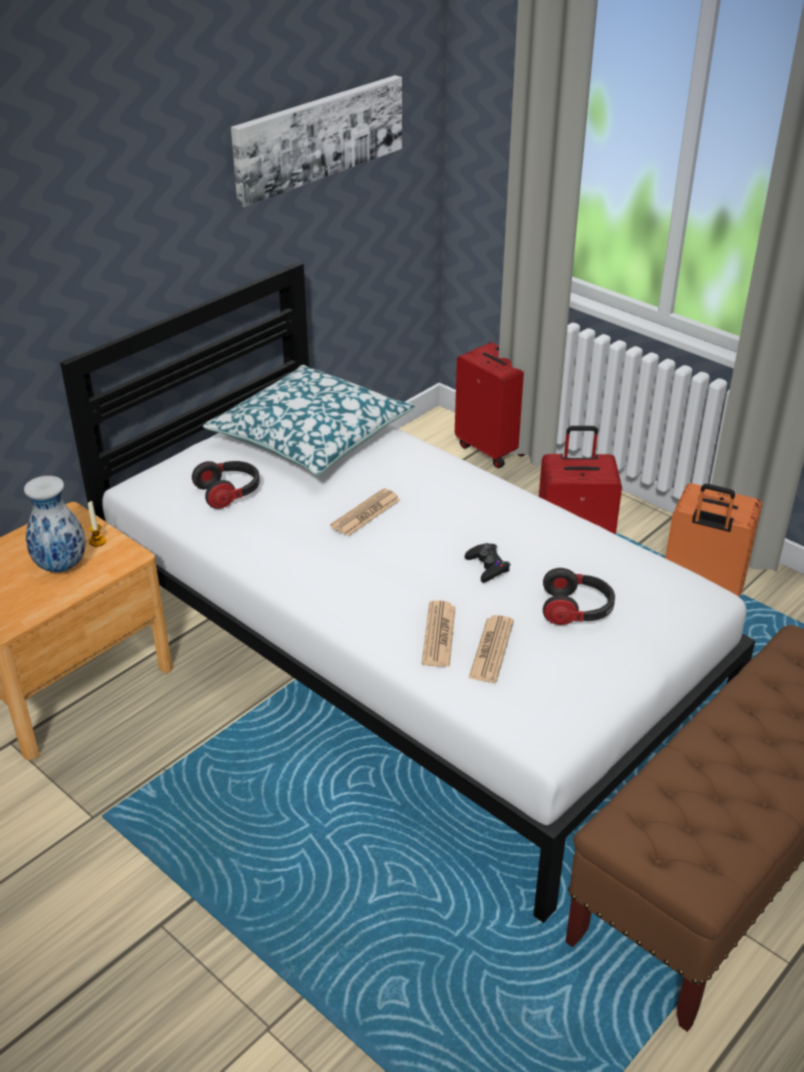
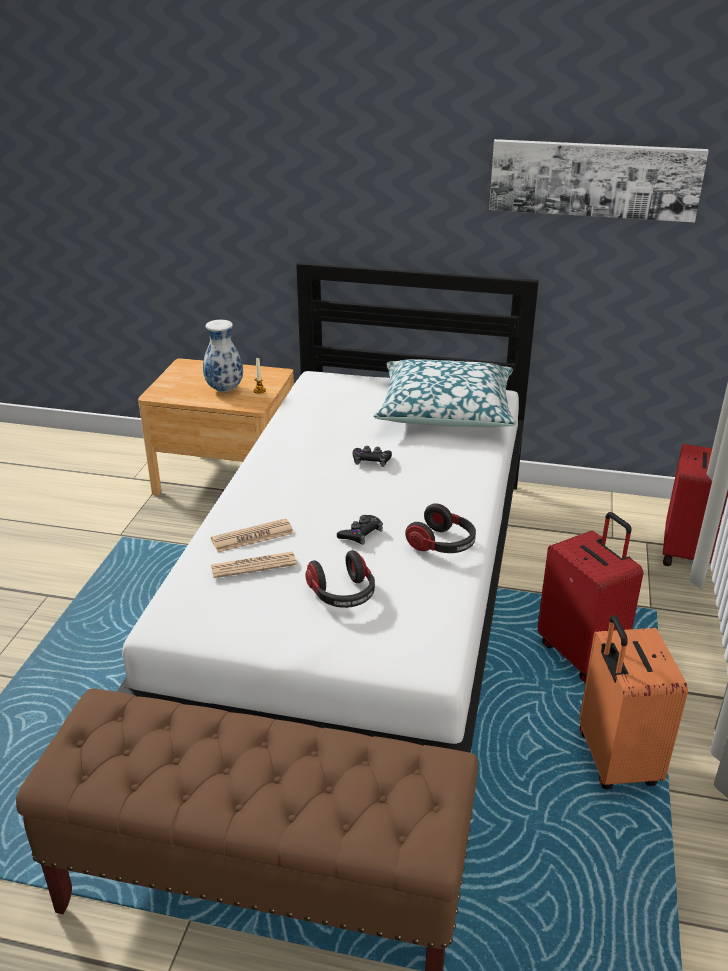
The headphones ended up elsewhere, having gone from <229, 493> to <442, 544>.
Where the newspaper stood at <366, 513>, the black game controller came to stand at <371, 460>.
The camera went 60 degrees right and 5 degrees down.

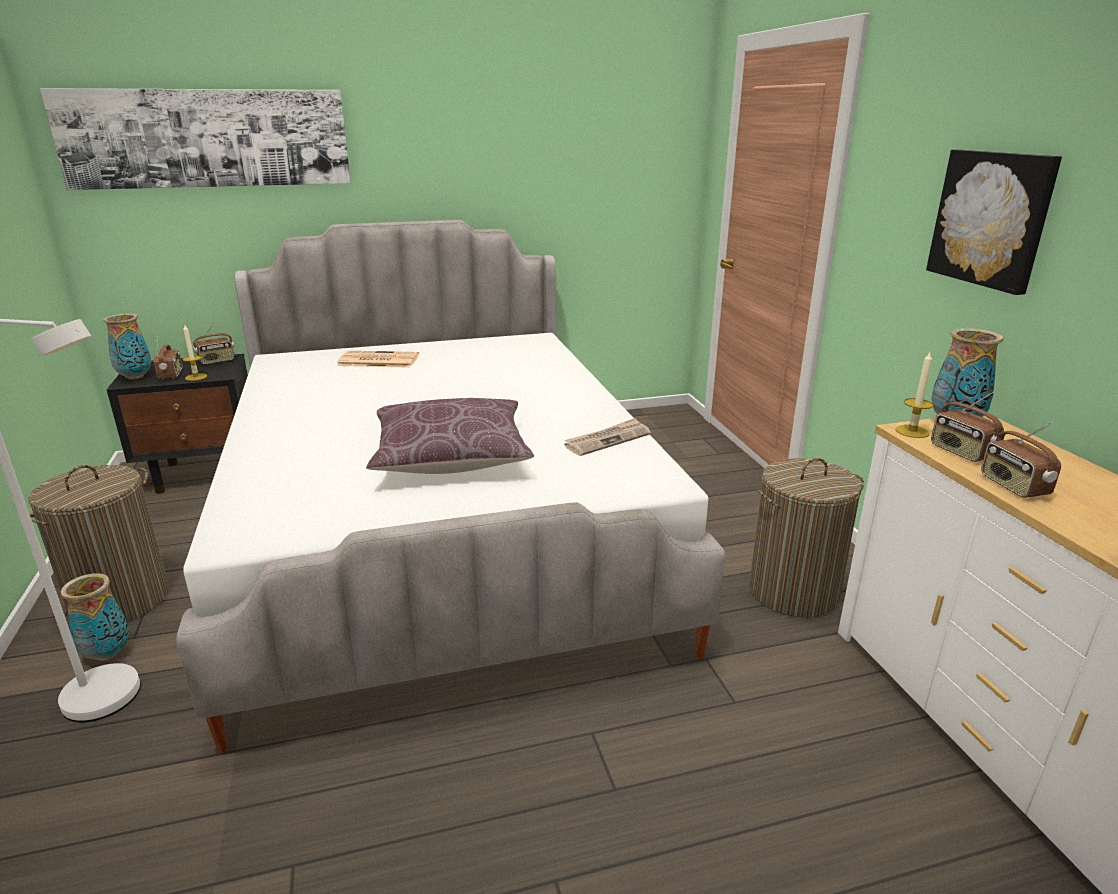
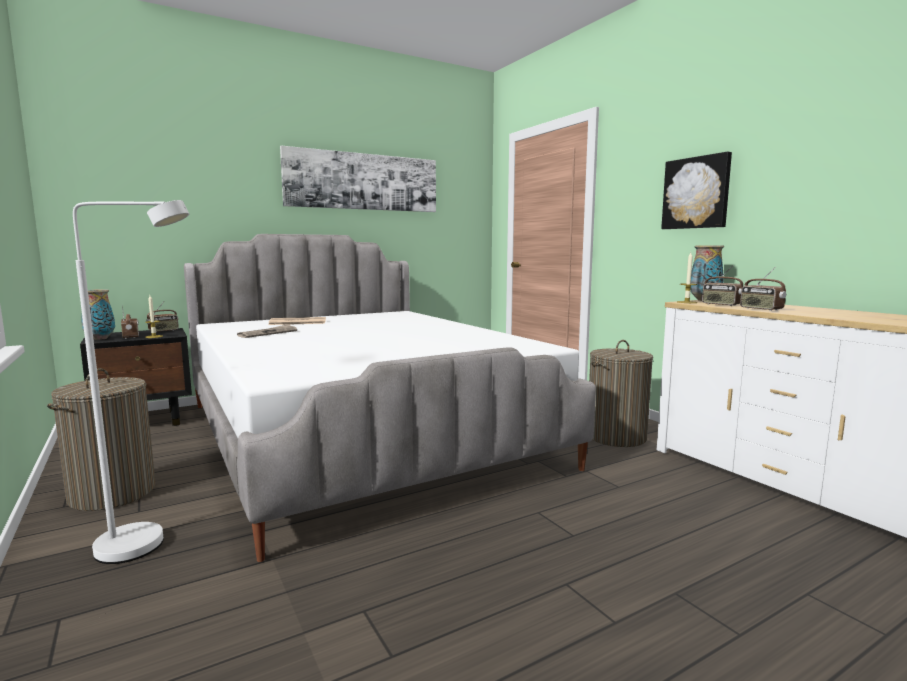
The picture ended up elsewhere, having gone from <207, 138> to <363, 182>.
The second view lost the vase at <107, 653>.
The second view lost the brown pillow at <451, 456>.
The newspaper ended up elsewhere, having gone from <607, 440> to <268, 333>.
The camera went 15 degrees left and 15 degrees down.

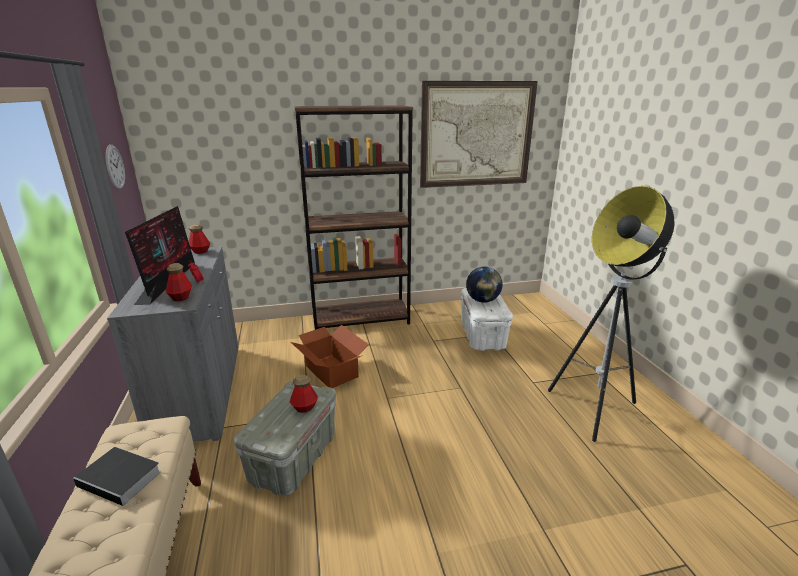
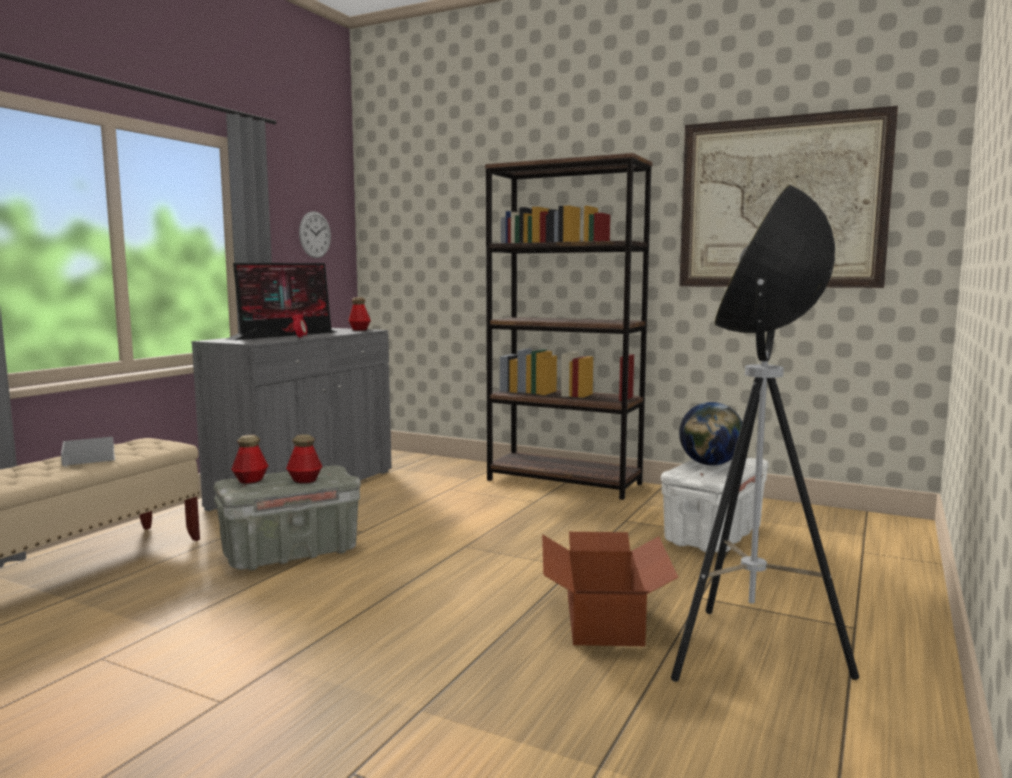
The bottle ended up elsewhere, having gone from <181, 297> to <250, 480>.
The cardboard box ended up elsewhere, having gone from <331, 370> to <605, 619>.
The camera went 40 degrees right and 15 degrees down.

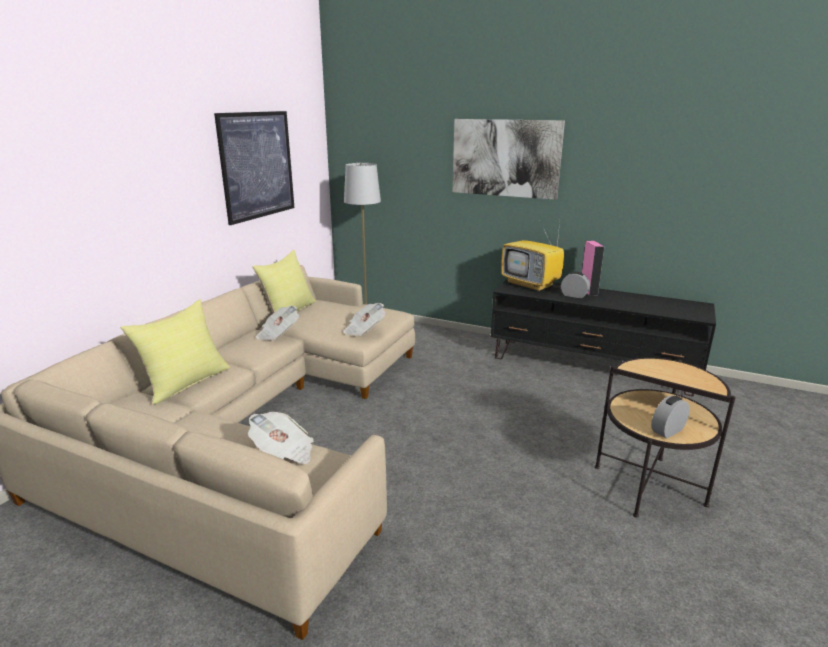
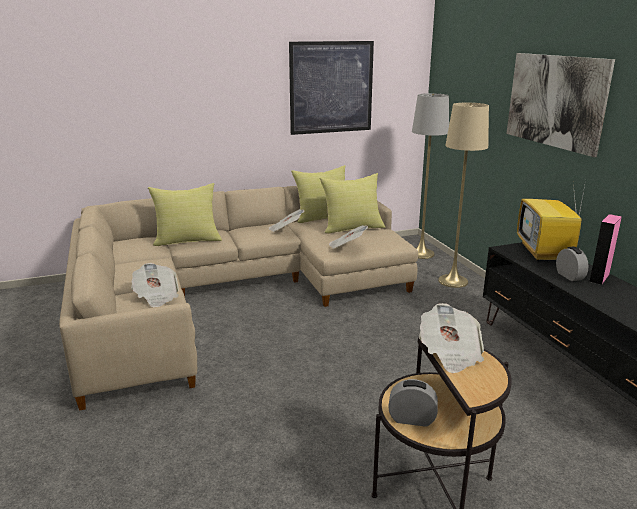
The second view gained the yellow pillow at <352, 228>.
The second view gained the newspaper at <450, 353>.
The second view gained the beige floor lamp at <453, 281>.
The camera went 45 degrees right and 0 degrees up.

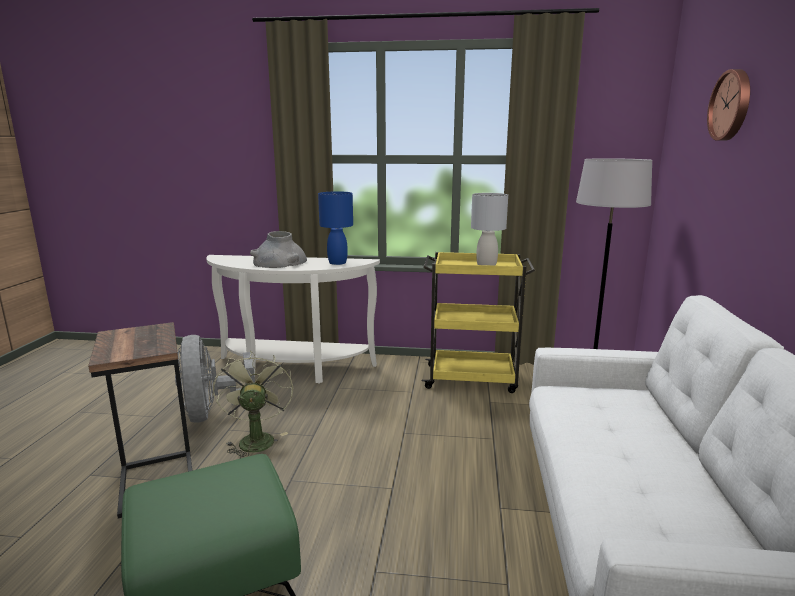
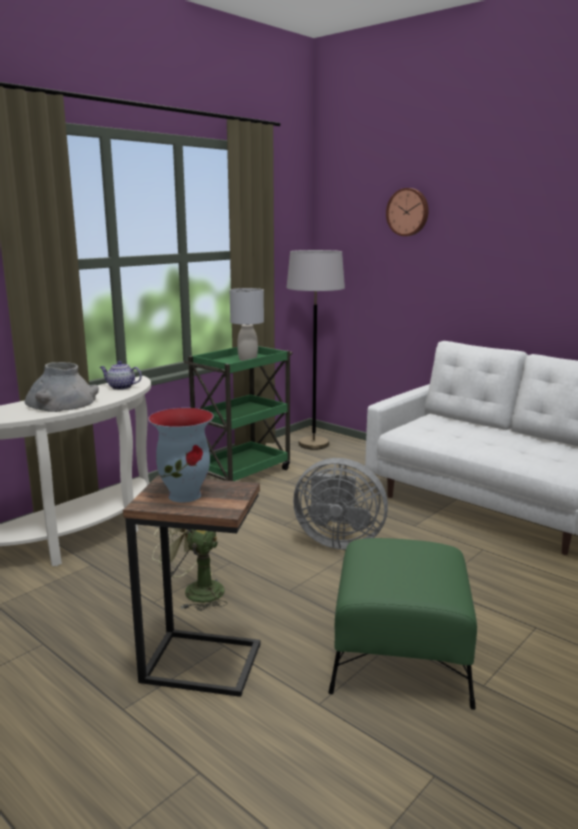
The grey fan ended up elsewhere, having gone from <212, 413> to <337, 540>.
Where the blue table lamp stood at <337, 263>, the teapot came to stand at <120, 387>.
What was the yellow cart at <472, 378> turned into the green cart at <242, 473>.
The second view gained the vase at <185, 495>.
The camera went 55 degrees left and 0 degrees up.

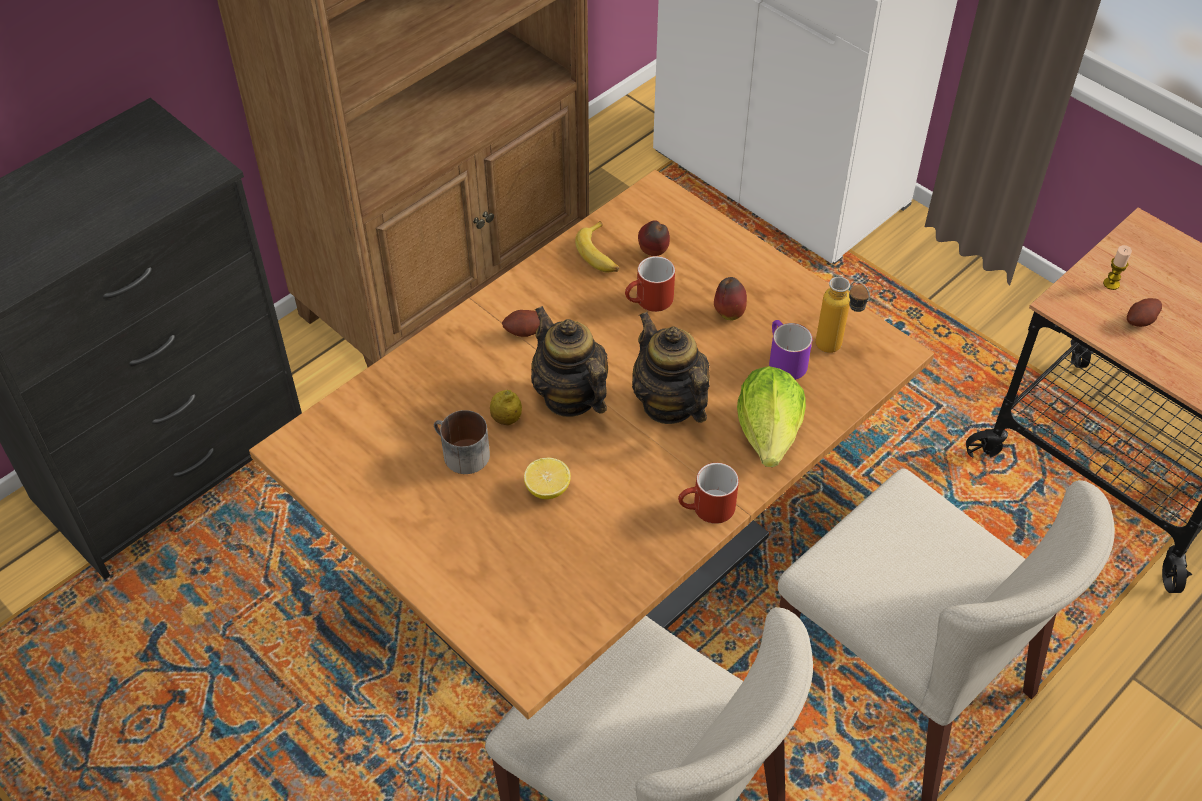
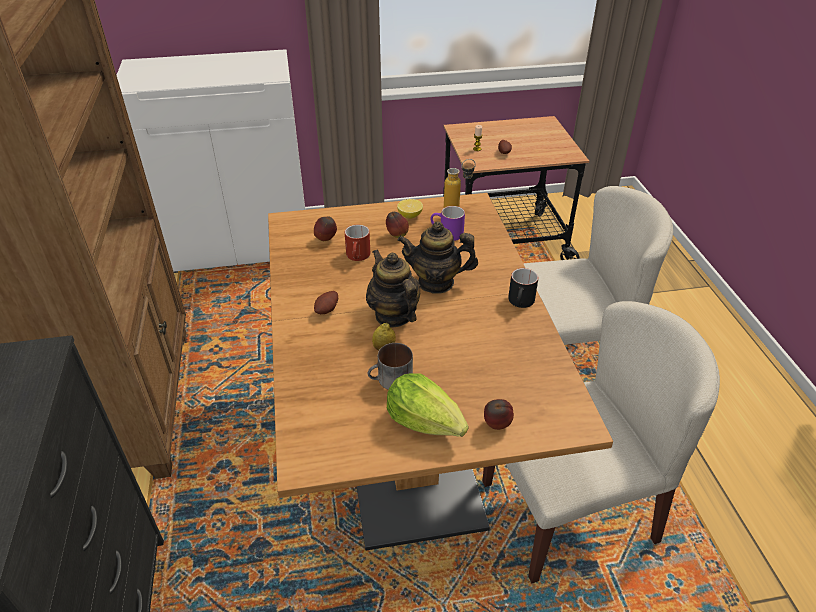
The lemon ended up elsewhere, having gone from <547, 489> to <410, 216>.
The teapot at <570, 396> ended up facing another way, 60 degrees clockwise from before.
The second view lost the banana at <600, 254>.
What was the red mug at <706, 510> turned into the black mug at <521, 303>.
The lettuce ended up elsewhere, having gone from <769, 433> to <425, 421>.
The second view gained the apple at <496, 425>.
The camera went 55 degrees left and 10 degrees down.

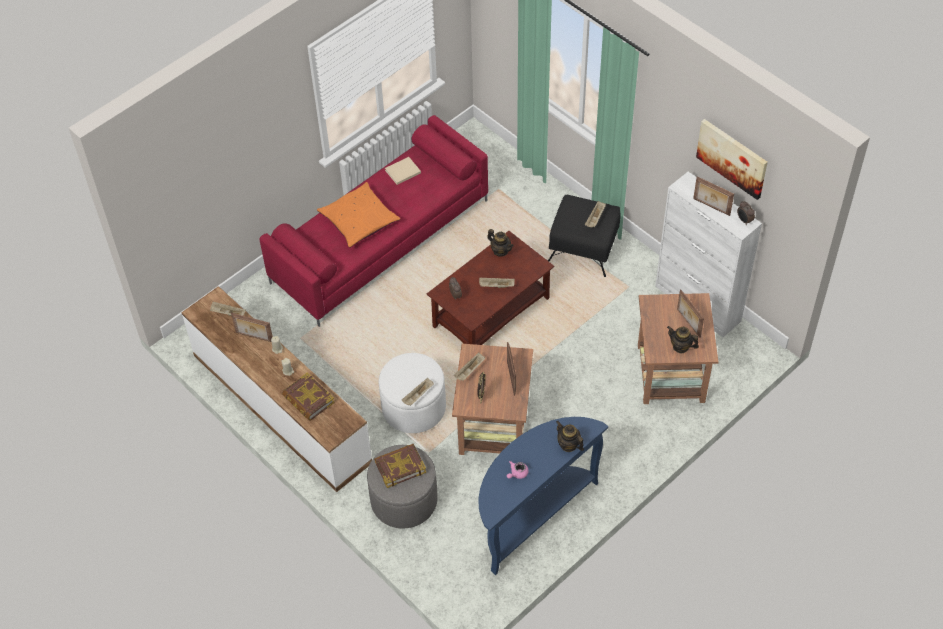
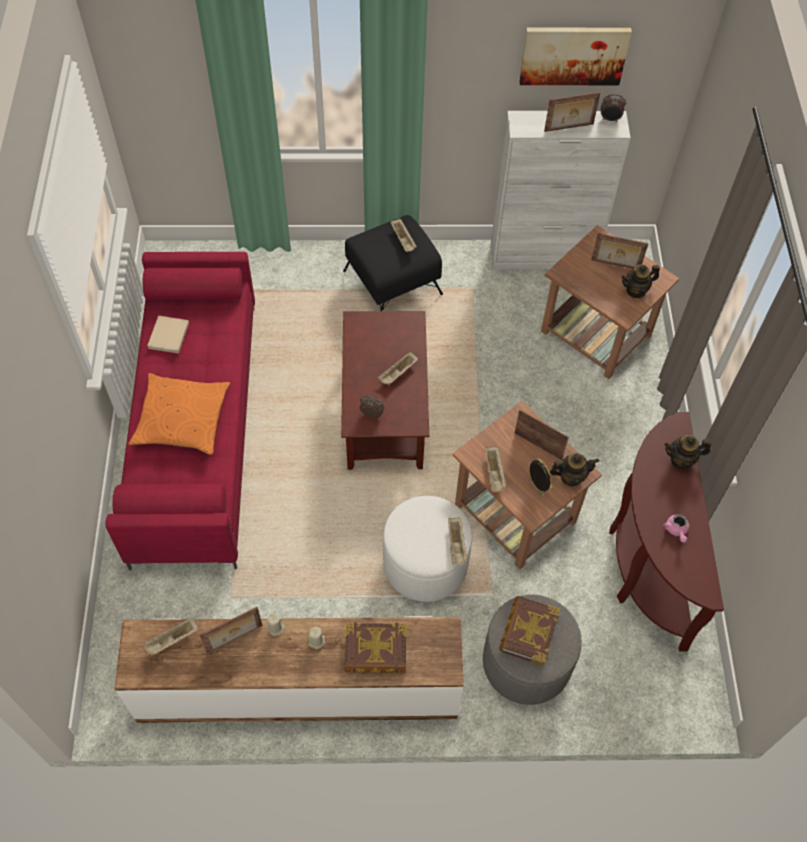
What was the blue console table at <532, 514> turned into the brown console table at <646, 563>.
The teapot ended up elsewhere, having gone from <500, 251> to <571, 477>.
The camera went 50 degrees left and 5 degrees up.

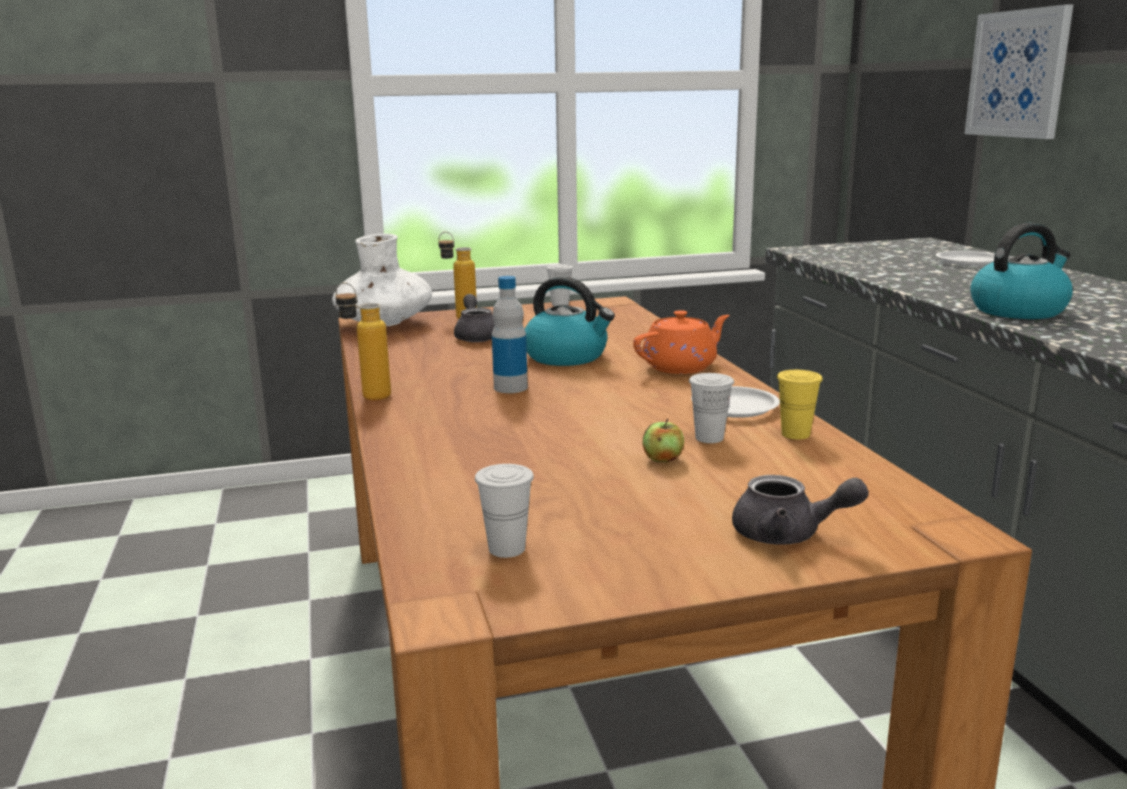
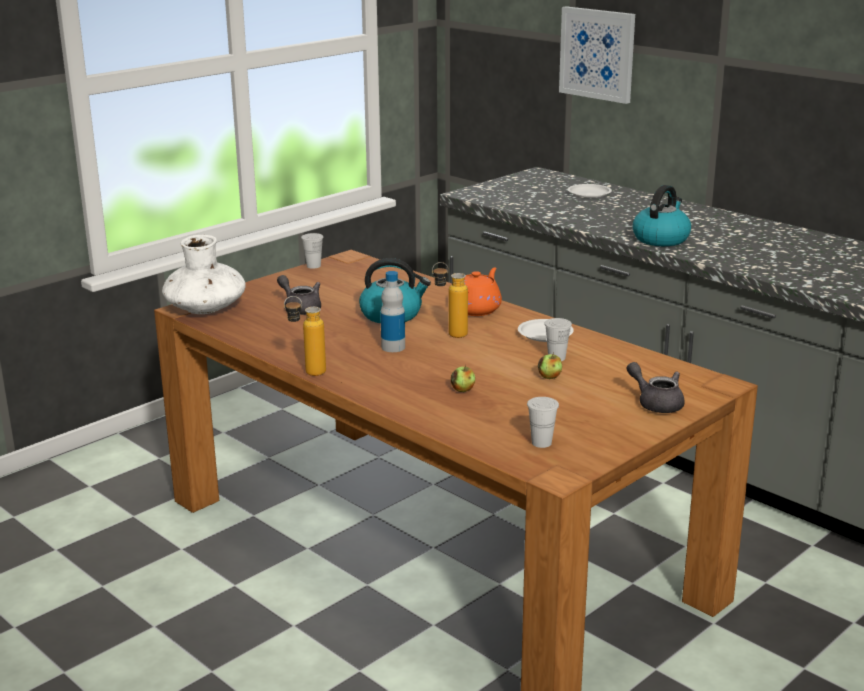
The bottle ended up elsewhere, having gone from <459, 317> to <450, 335>.
The grey teapot at <788, 535> ended up facing another way, 120 degrees counterclockwise from before.
The second view lost the yellow cup at <795, 434>.
The second view gained the apple at <463, 389>.
The camera went 30 degrees left and 5 degrees up.

